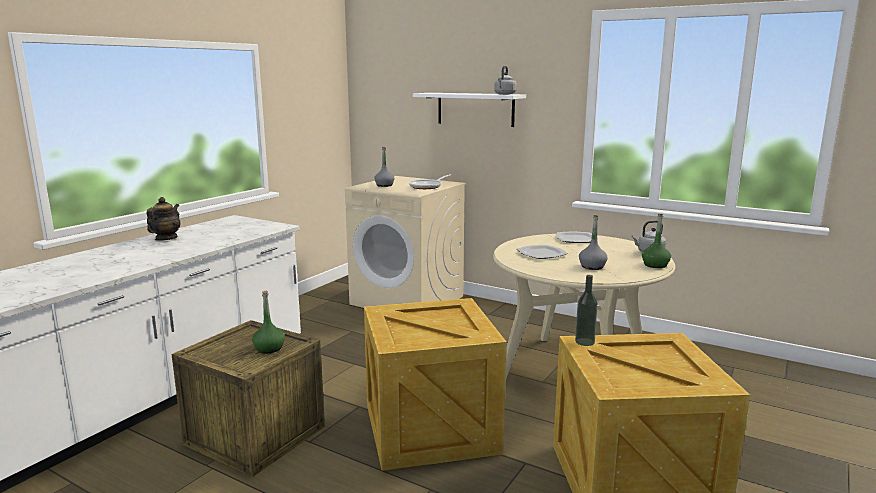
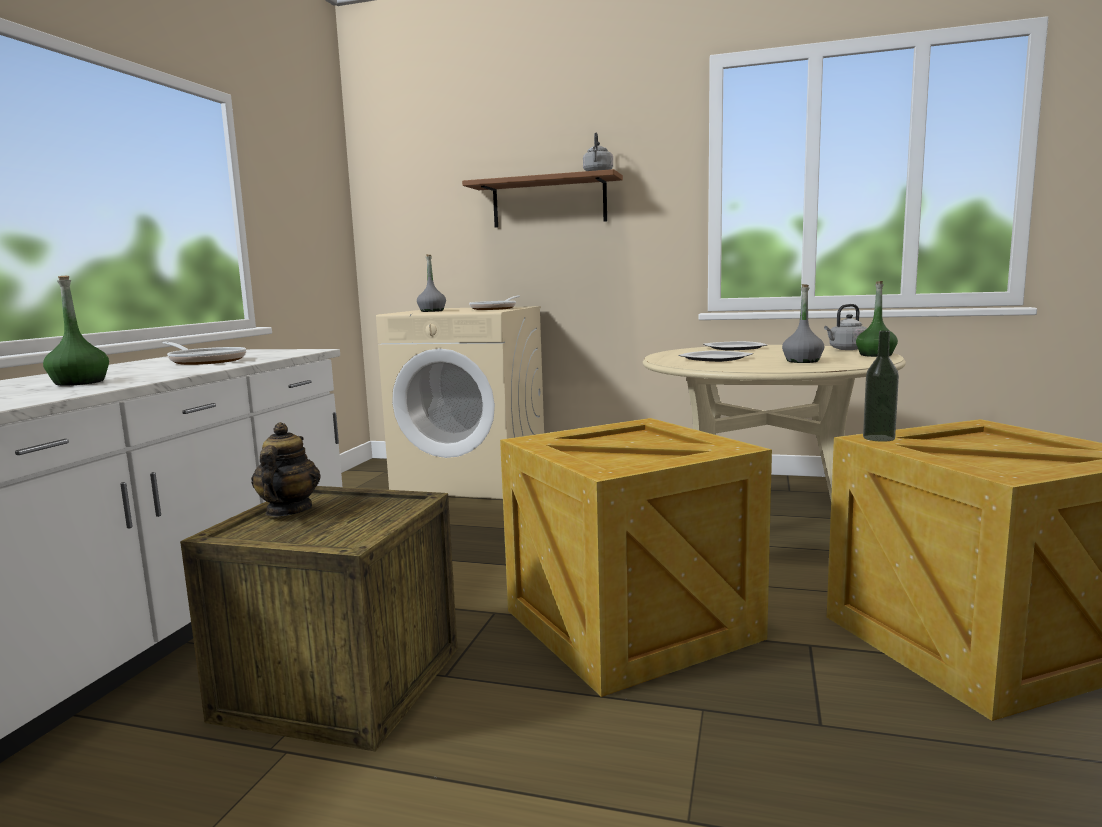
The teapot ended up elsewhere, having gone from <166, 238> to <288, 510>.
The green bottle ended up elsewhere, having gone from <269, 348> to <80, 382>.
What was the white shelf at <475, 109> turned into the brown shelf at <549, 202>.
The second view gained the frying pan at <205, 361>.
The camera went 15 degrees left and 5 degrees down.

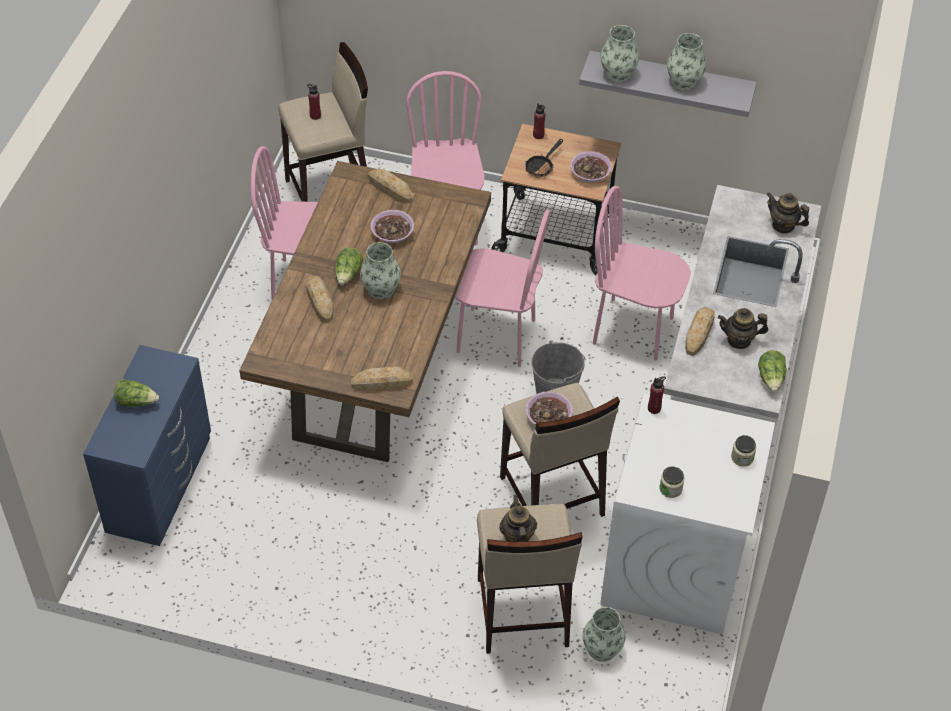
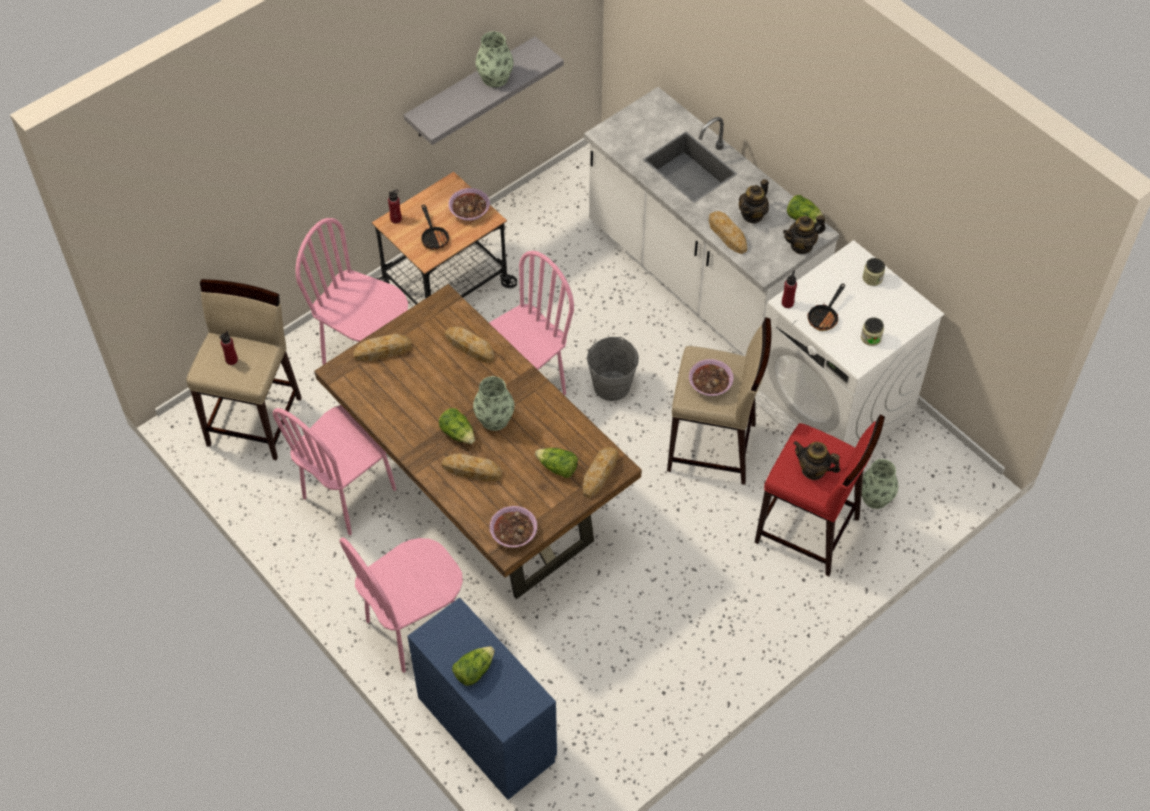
The bowl ended up elsewhere, having gone from <393, 233> to <514, 532>.
What was the beige stool at <521, 613> turned into the red stool at <807, 531>.
The pink chair ended up elsewhere, having gone from <633, 330> to <414, 627>.
The second view lost the vase at <617, 73>.
The teapot ended up elsewhere, having gone from <783, 225> to <801, 245>.
The second view gained the bread at <469, 346>.
The second view gained the lettuce at <557, 468>.
The second view gained the frying pan at <825, 317>.
The camera went 55 degrees left and 5 degrees up.

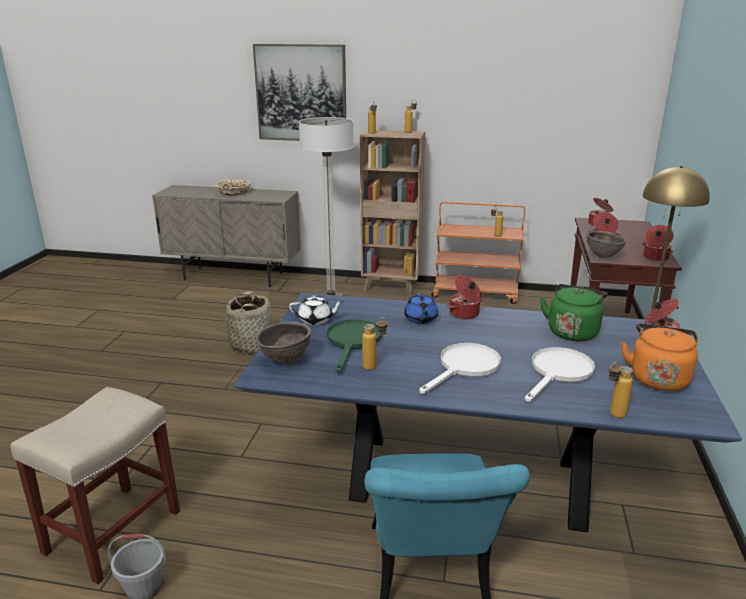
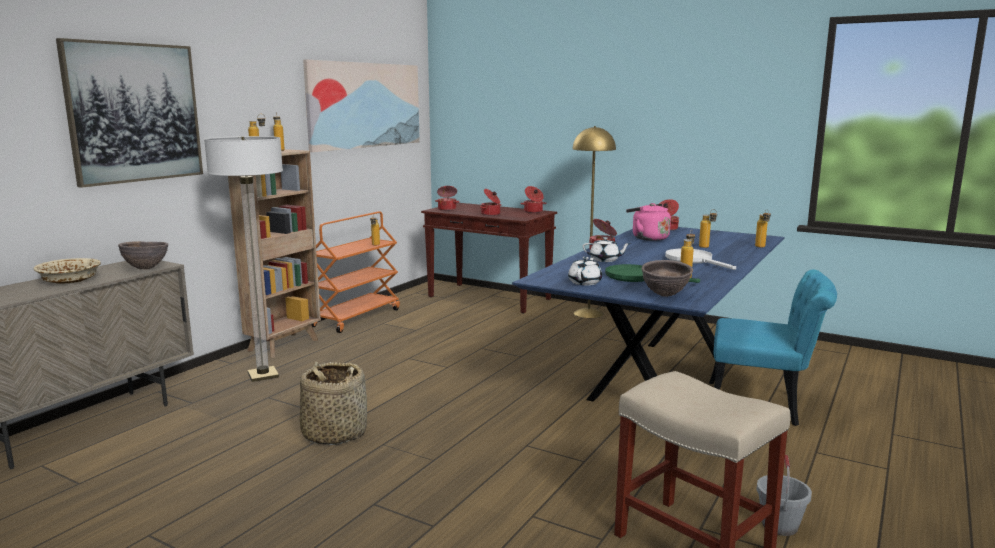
What was the blue teapot at <421, 319> turned into the white teapot at <605, 260>.
Where the white frying pan stood at <558, 373>, the bottle came to stand at <707, 247>.
What was the green kettle at <572, 331> turned into the pink kettle at <648, 238>.
The brown bowl ended up elsewhere, having gone from <603, 257> to <146, 268>.
The second view lost the orange kettle at <657, 378>.
The second view gained the picture at <366, 105>.
The camera went 70 degrees left and 10 degrees down.

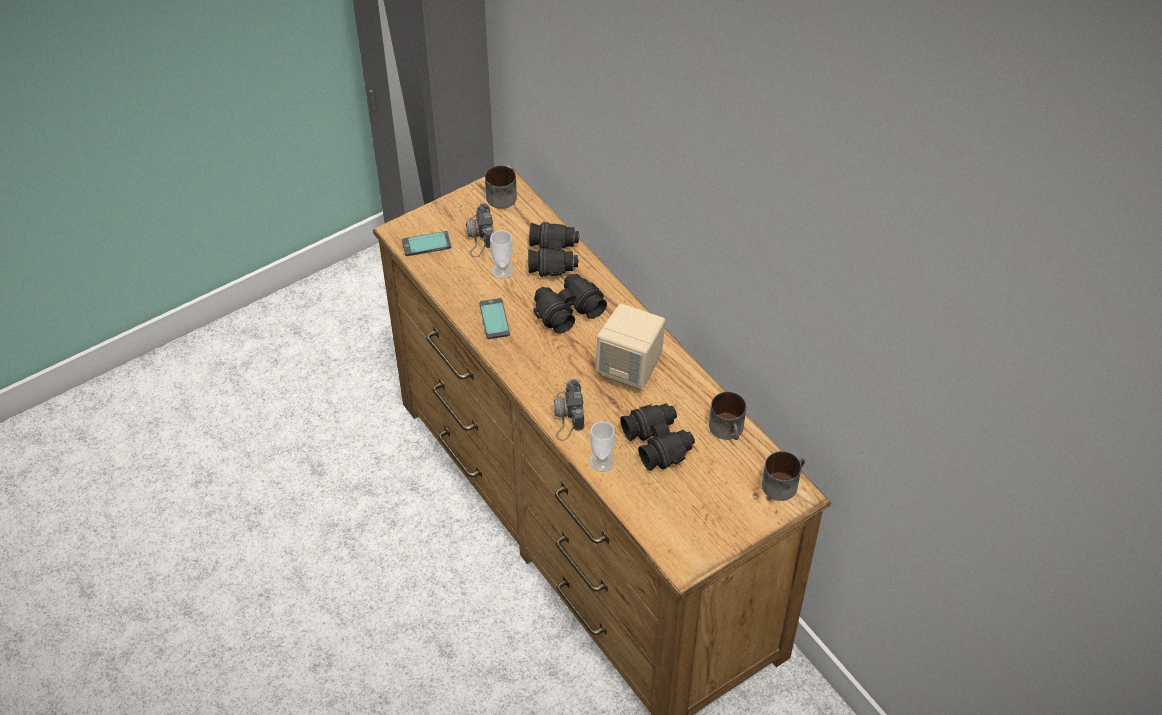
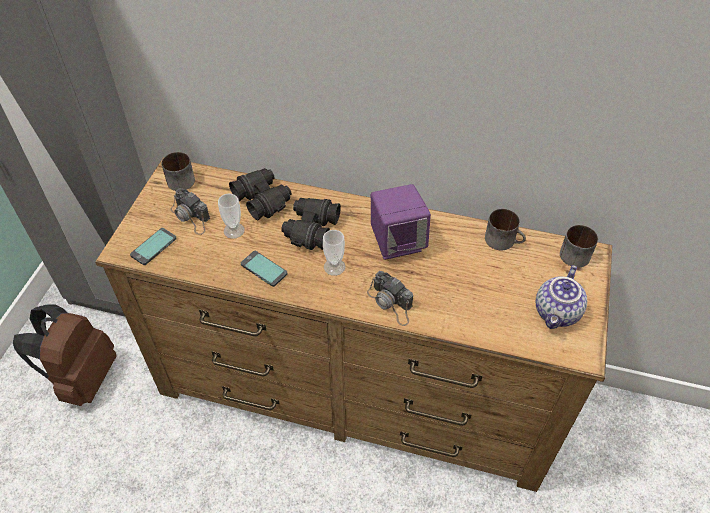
The cup ended up elsewhere, having gone from <602, 461> to <334, 267>.
What was the beige speaker at <630, 369> turned into the purple speaker at <397, 242>.
The second view lost the black binoculars at <658, 442>.
The second view gained the brown backpack at <83, 378>.
The second view gained the teapot at <557, 313>.
The camera went 40 degrees left and 0 degrees up.

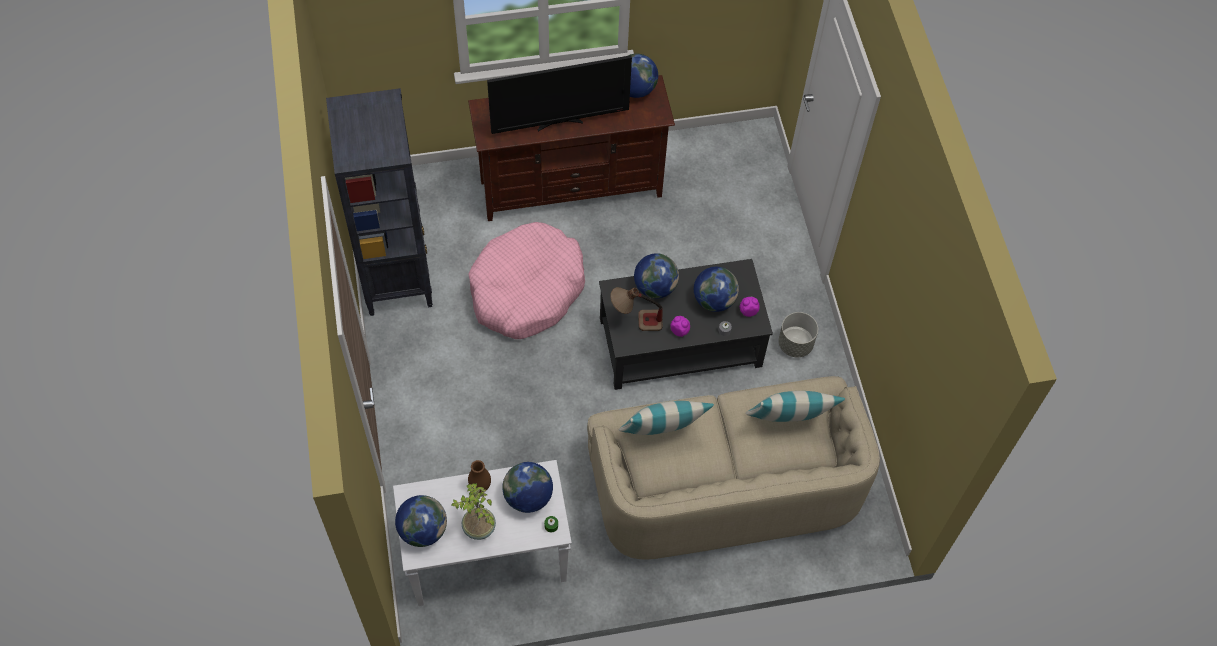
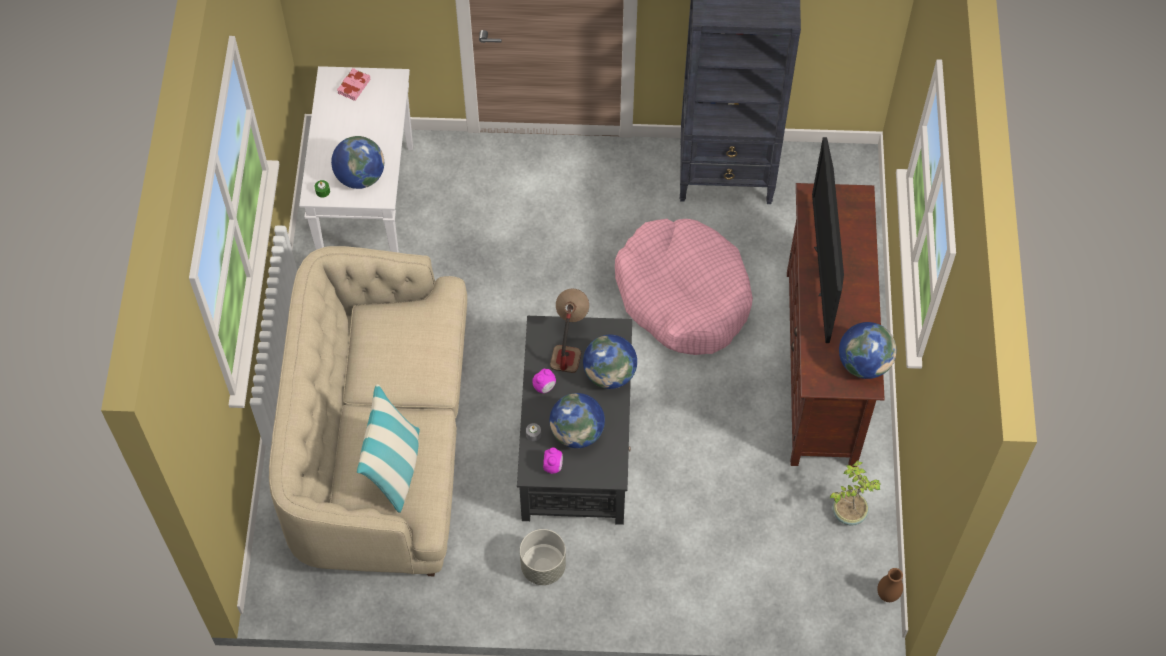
Where the globe stood at <423, 530>, the pink book came to stand at <353, 86>.
The potted plant ended up elsewhere, having gone from <478, 528> to <848, 512>.
The brown vase ended up elsewhere, having gone from <480, 486> to <887, 595>.
The second view lost the pillow at <662, 433>.
The camera went 105 degrees right and 0 degrees up.

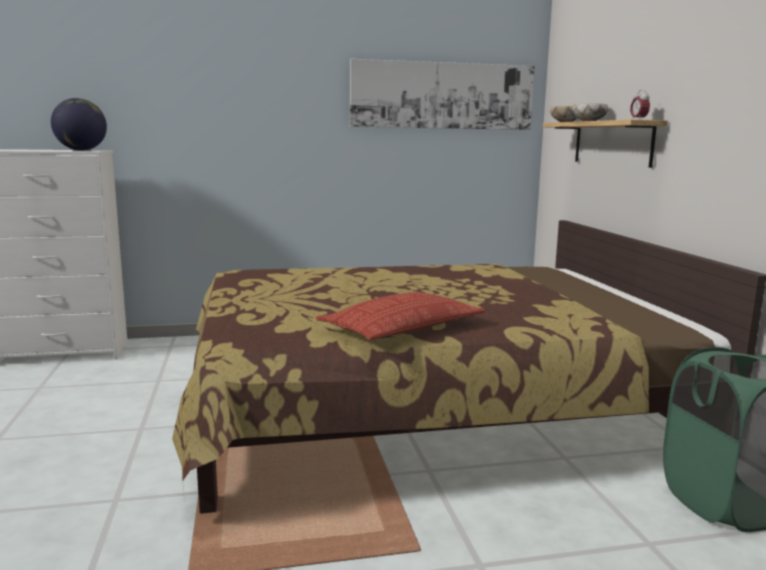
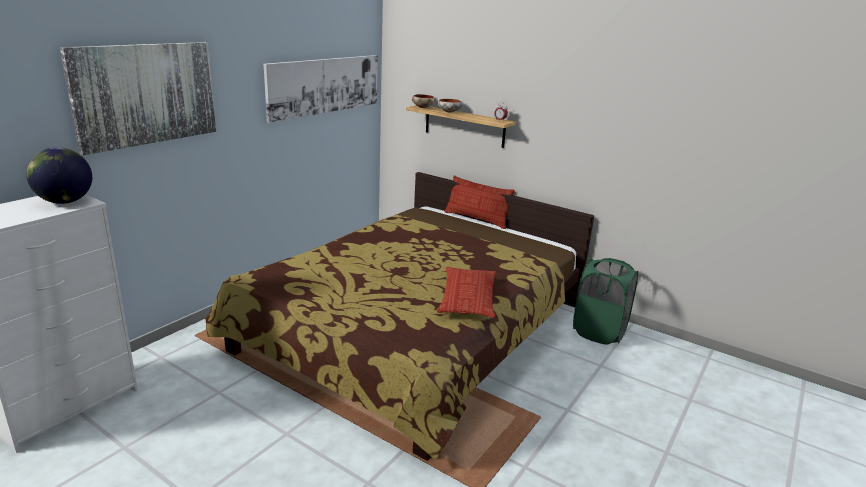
The second view gained the picture at <146, 94>.
The second view gained the pillow at <476, 219>.
The camera went 45 degrees left and 10 degrees up.

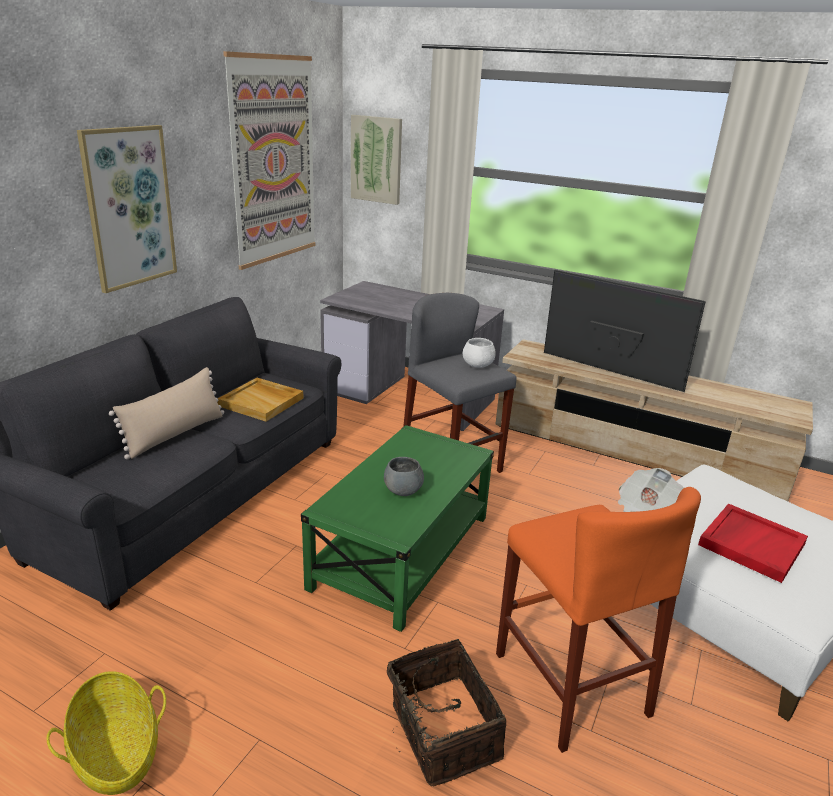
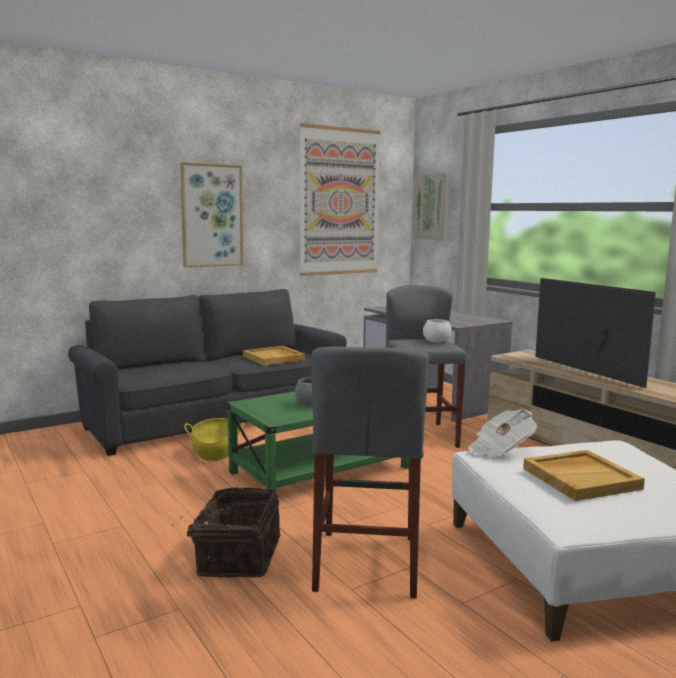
The basket ended up elsewhere, having gone from <116, 752> to <215, 452>.
The second view lost the beige pillow at <175, 434>.
What was the orange stool at <570, 683> turned into the grey stool at <367, 562>.
What was the red tray at <751, 544> turned into the beige tray at <581, 478>.
The camera went 30 degrees right and 15 degrees down.

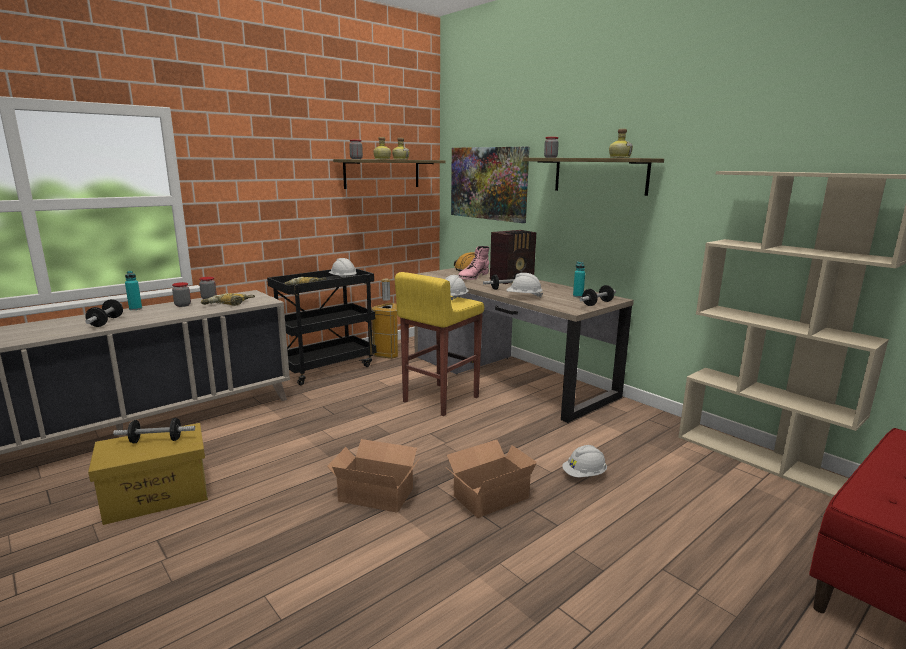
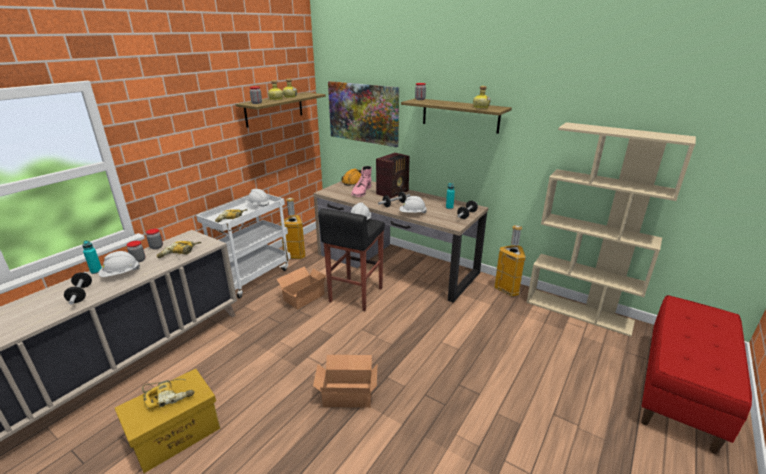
Where the dumbbell stood at <156, 440>, the power drill came to stand at <169, 395>.
What was the black cart at <327, 368> turned into the white cart at <253, 276>.
What was the yellow stool at <439, 399> turned into the black stool at <355, 295>.
The cardboard box ended up elsewhere, having gone from <488, 496> to <302, 297>.
The white hard hat ended up elsewhere, having gone from <584, 475> to <120, 274>.
The second view gained the trash can at <507, 290>.
The camera went 15 degrees left and 10 degrees up.

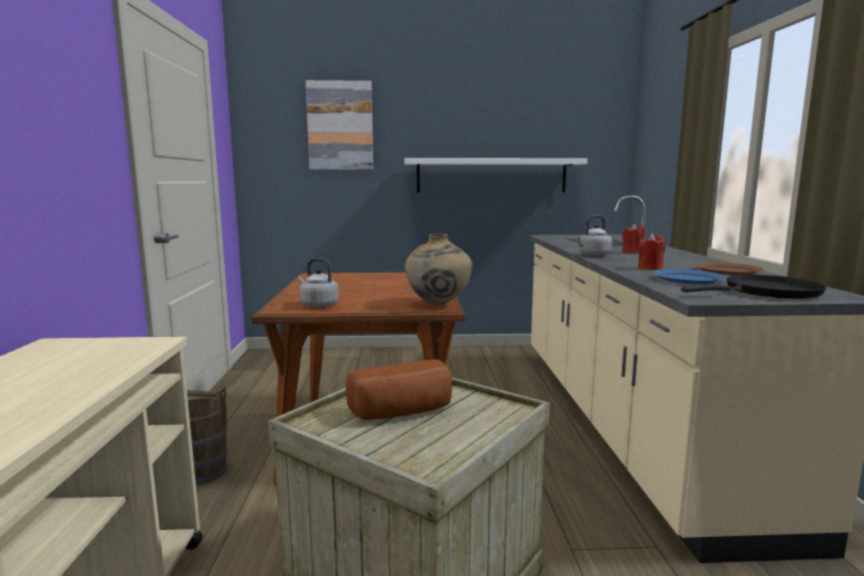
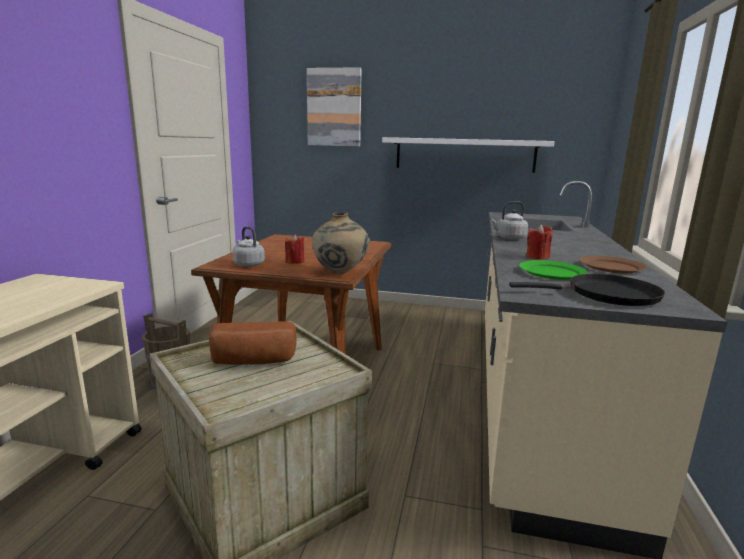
The red candle ended up elsewhere, having gone from <632, 252> to <295, 262>.
What was the blue plate at <687, 279> turned into the green plate at <551, 272>.
The camera went 15 degrees right and 5 degrees up.

